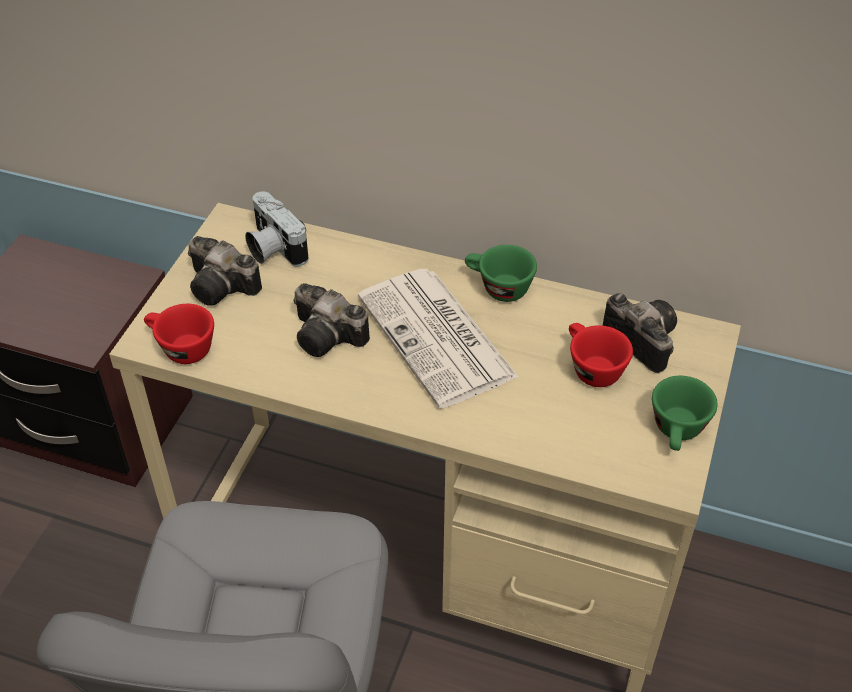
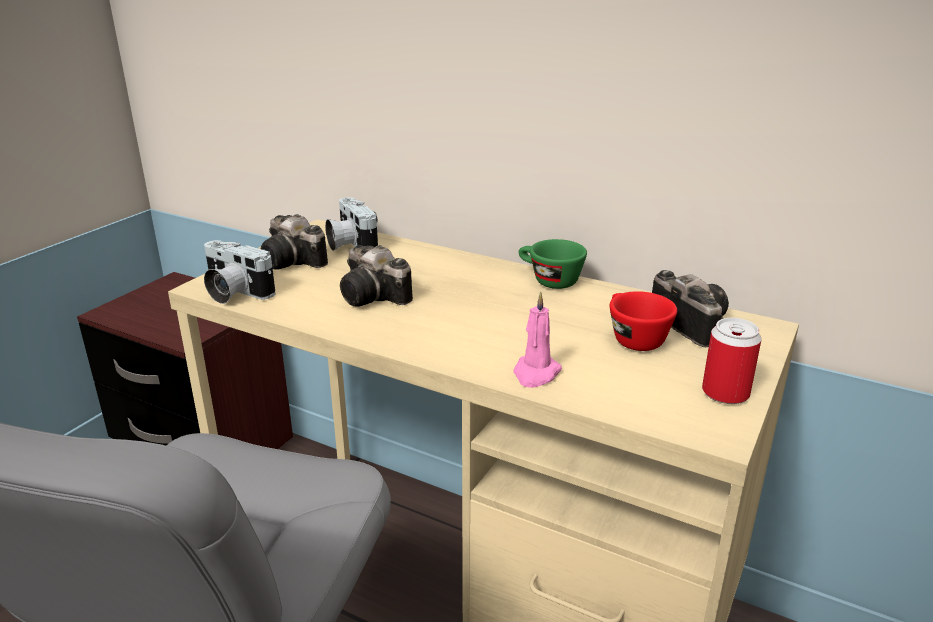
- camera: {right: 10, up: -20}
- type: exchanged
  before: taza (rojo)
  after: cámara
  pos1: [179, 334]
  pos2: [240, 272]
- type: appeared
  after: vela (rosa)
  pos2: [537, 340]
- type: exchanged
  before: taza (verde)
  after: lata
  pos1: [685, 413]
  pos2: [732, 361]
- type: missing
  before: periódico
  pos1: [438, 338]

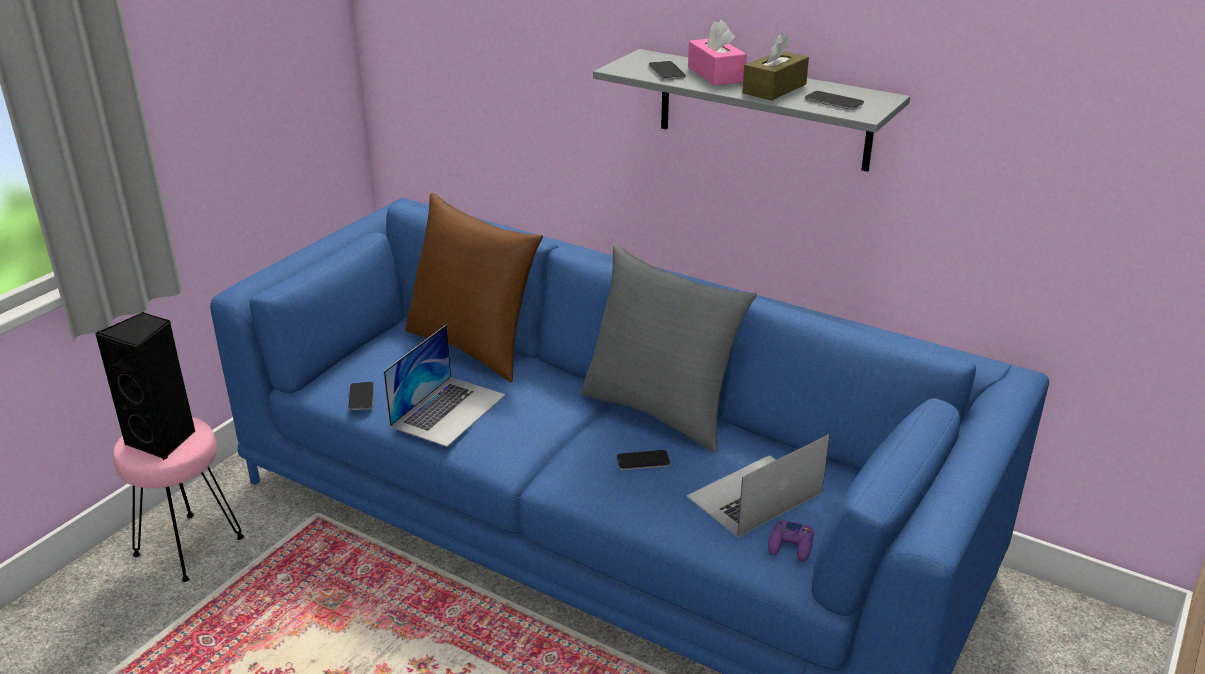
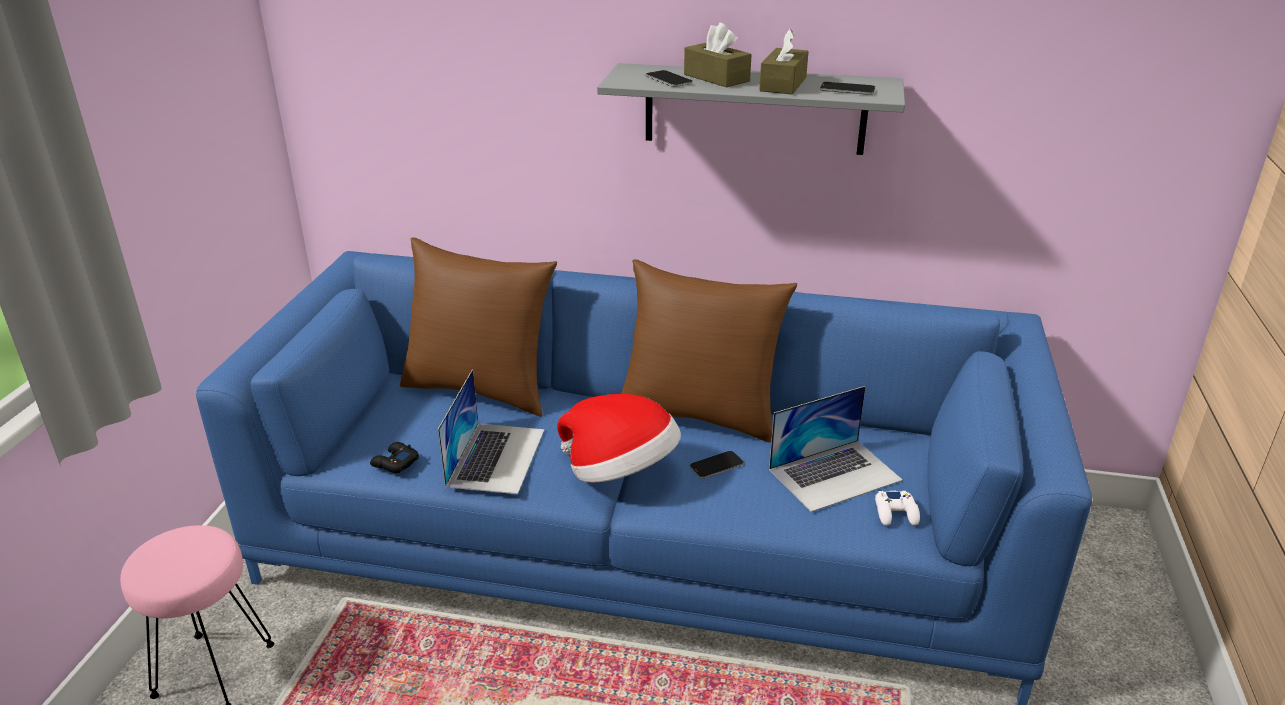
- camera: {right: -20, up: 0}
- type: exchanged
  before: móvil
  after: mando de consola (negro)
  pos1: [361, 396]
  pos2: [394, 457]
- type: appeared
  after: sombrero
  pos2: [619, 438]
- type: colour
  before: cojín (gris)
  after: cojín (marrón)
  pos1: [668, 349]
  pos2: [709, 351]
- type: colour
  before: caja de pañuelos (rosa)
  after: caja de pañuelos (marrón)
  pos1: [717, 53]
  pos2: [718, 54]
- type: spun
  before: portátil
  pos1: [758, 485]
  pos2: [836, 449]
  turn: -150
- type: colour
  before: mando de consola (morado)
  after: mando de consola (blanco)
  pos1: [791, 541]
  pos2: [897, 508]
- type: missing
  before: altavoz (negro)
  pos1: [145, 386]

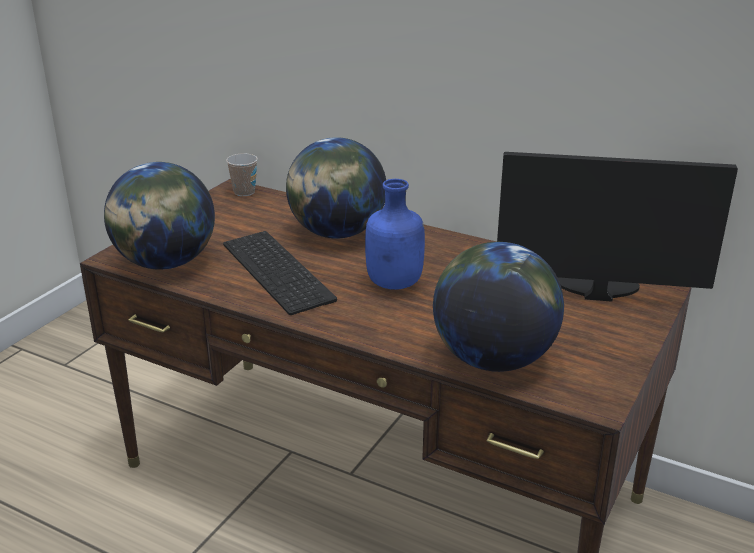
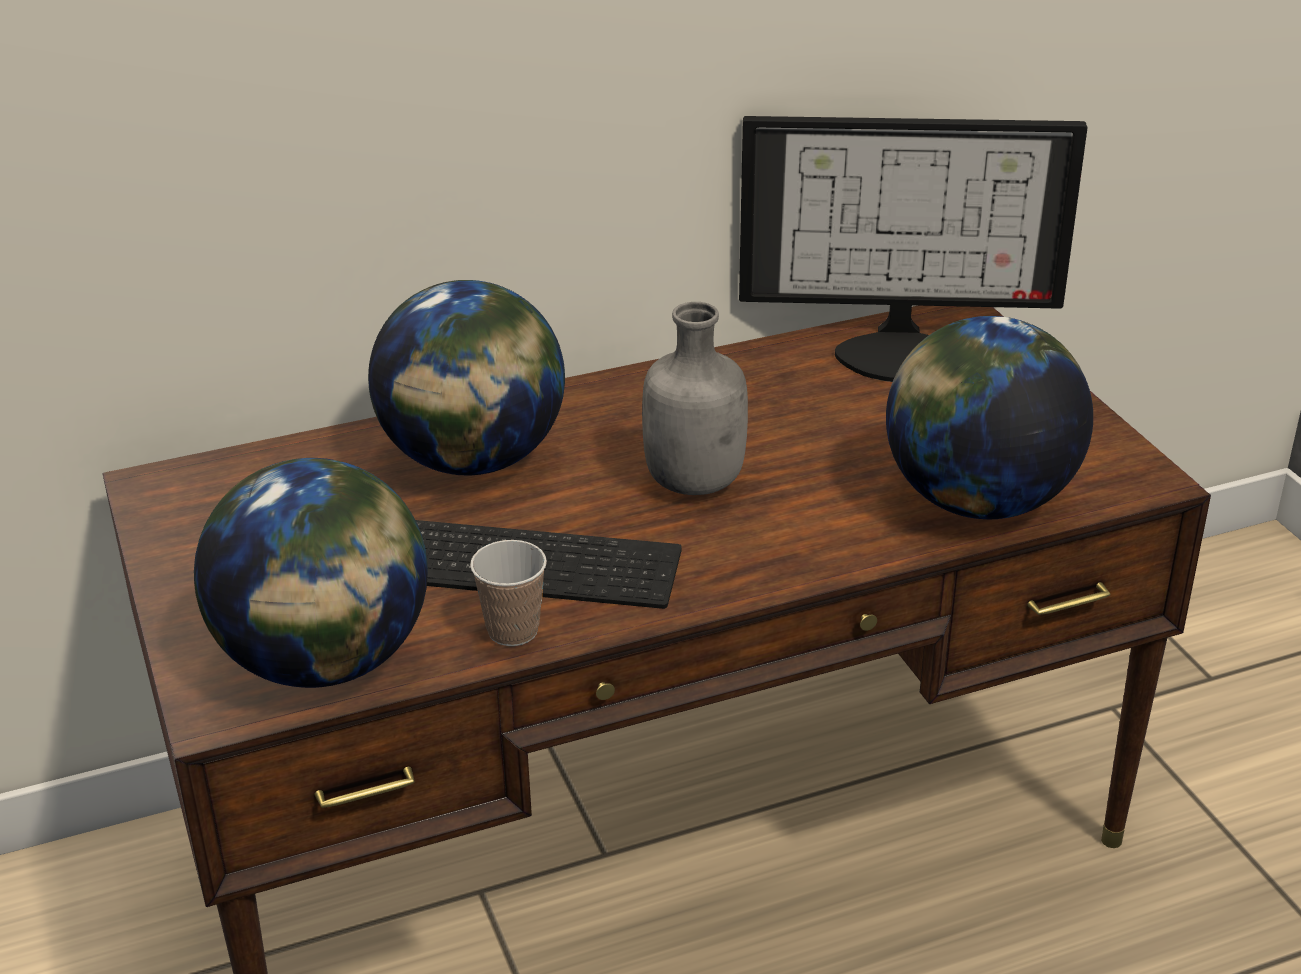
- camera: {right: -50, up: 5}
- type: relocated
  before: taza
  pos1: [242, 174]
  pos2: [508, 593]
- type: colour
  before: botella (azul)
  after: botella (gris)
  pos1: [395, 234]
  pos2: [695, 398]
- type: spun
  before: monitor
  pos1: [617, 227]
  pos2: [913, 249]
  turn: -135

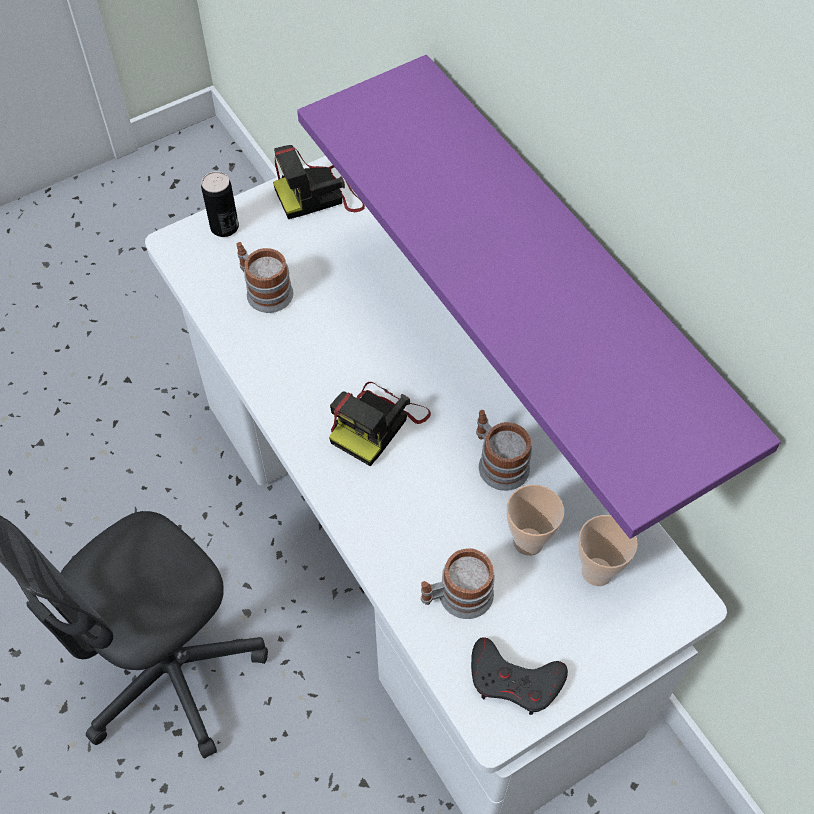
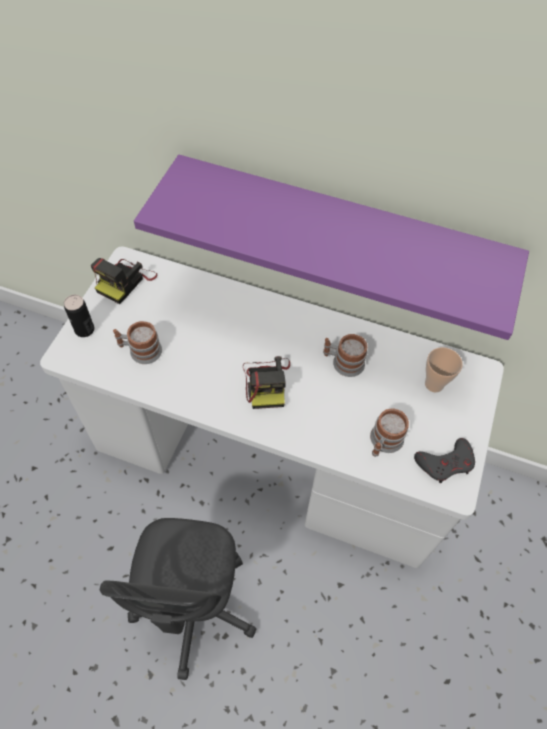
- camera: {right: -40, up: 0}
- type: missing
  before: taza
  pos1: [535, 520]

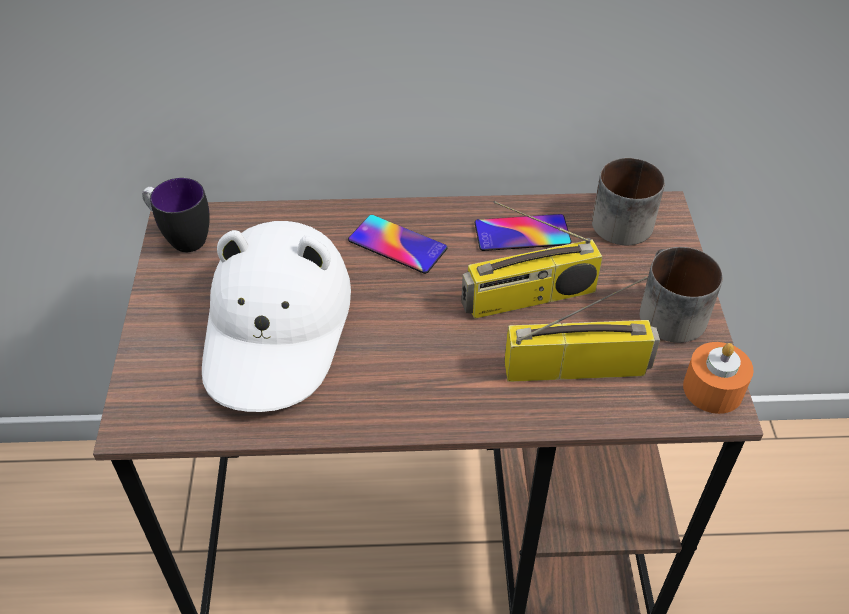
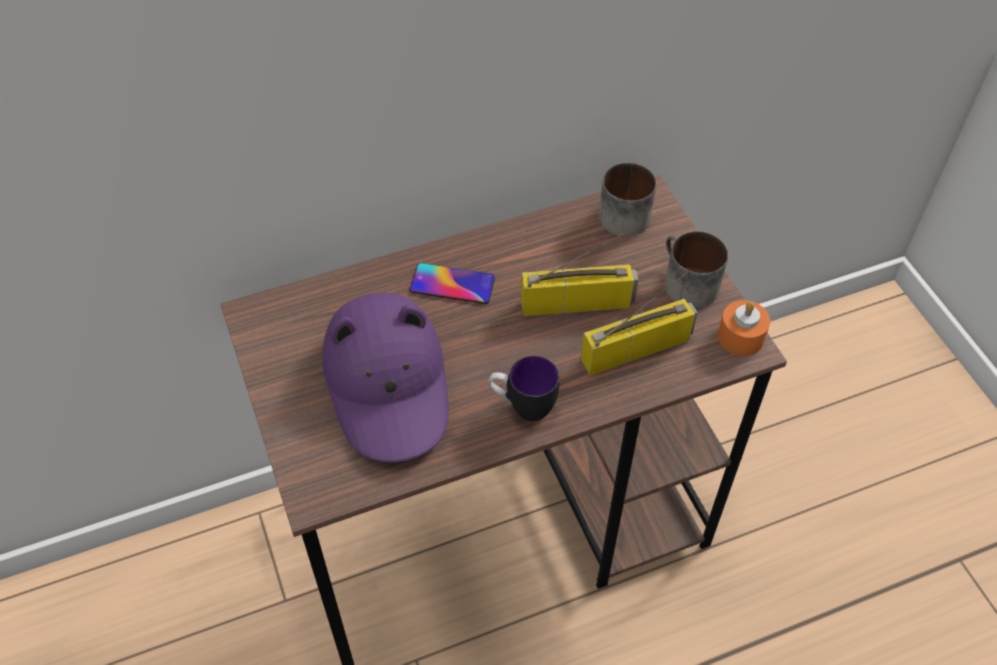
- camera: {right: -20, up: 5}
- type: colour
  before: sombrero (blanco)
  after: sombrero (morado)
  pos1: [276, 316]
  pos2: [385, 377]
- type: relocated
  before: taza grande
  pos1: [176, 215]
  pos2: [523, 389]
- type: spun
  before: radio
  pos1: [532, 260]
  pos2: [580, 274]
  turn: -150
- type: missing
  before: móvil
  pos1: [523, 232]

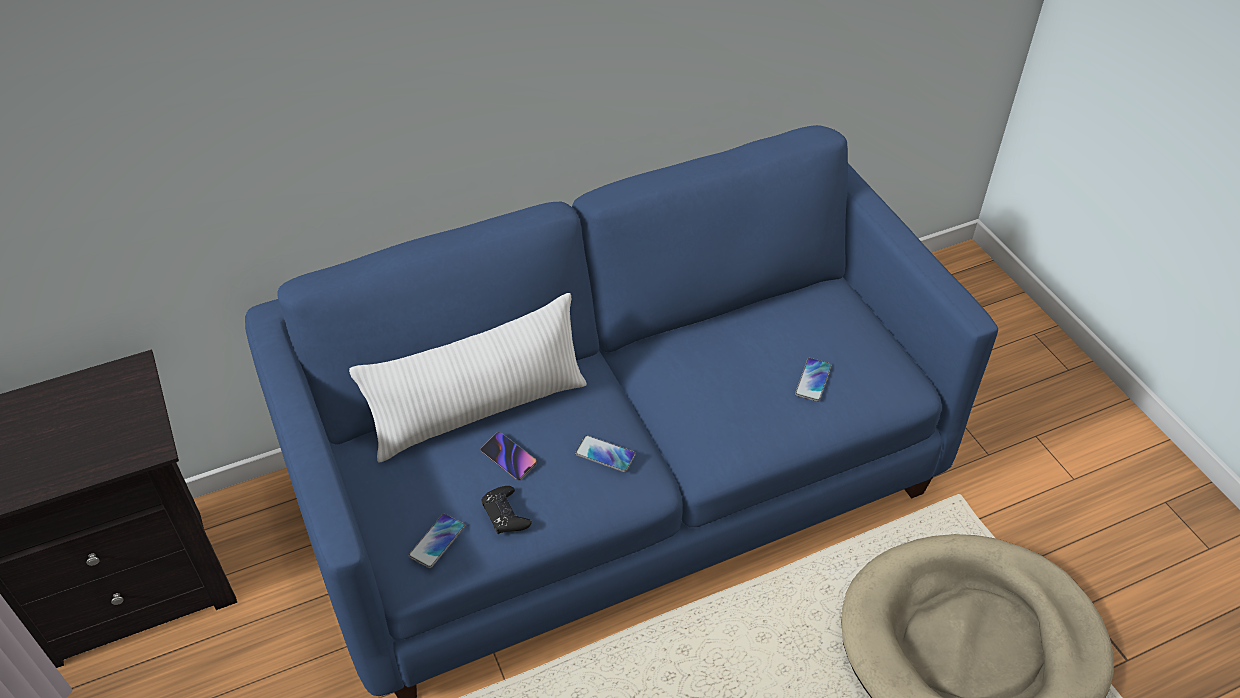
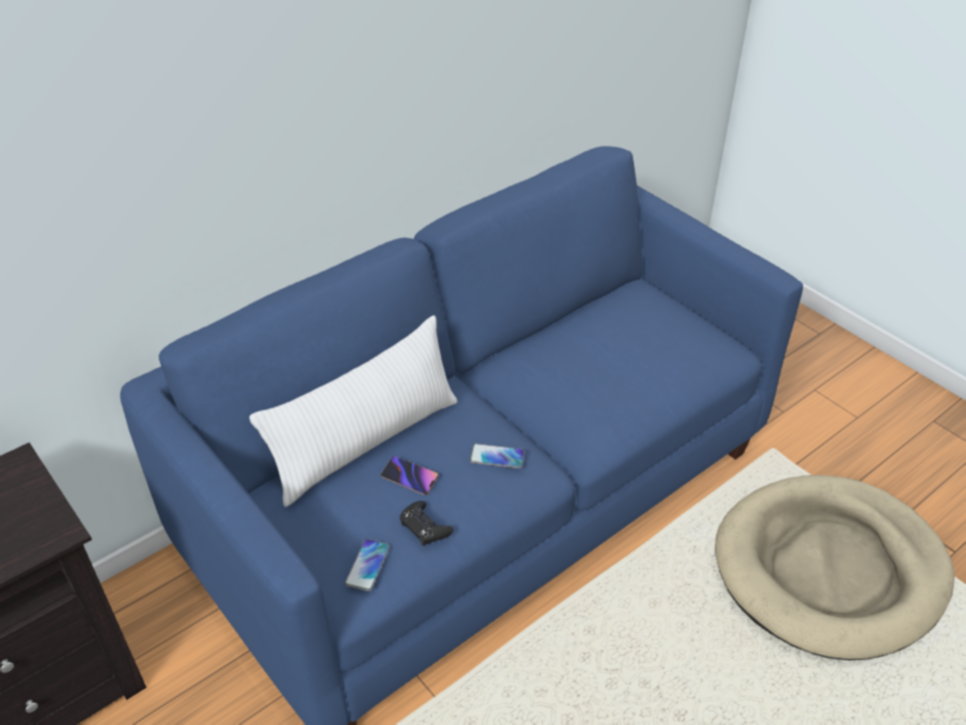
- camera: {right: -15, up: -5}
- type: missing
  before: móvil
  pos1: [813, 380]

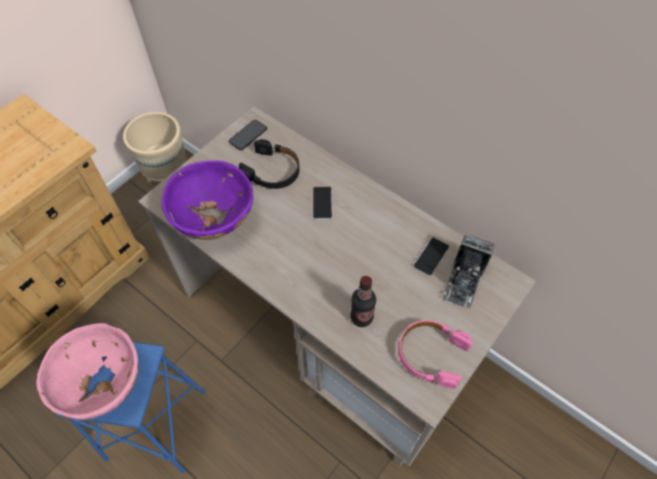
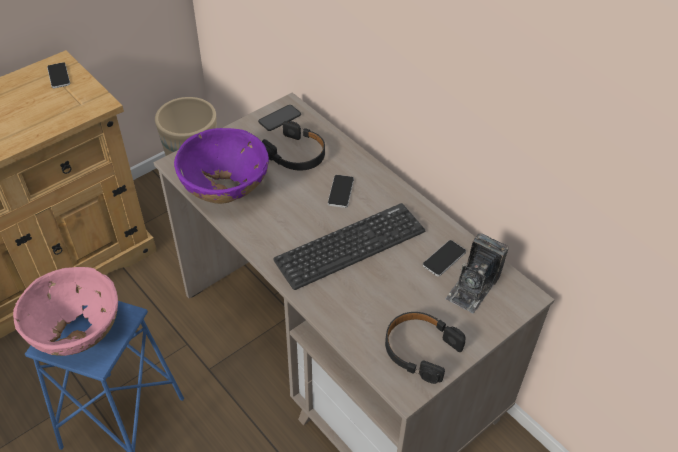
- camera: {right: 10, up: -10}
- type: appeared
  after: móvil
  pos2: [58, 75]
- type: appeared
  after: teclado
  pos2: [349, 246]
- type: colour
  before: auriculares (rosa)
  after: auriculares (negro)
  pos1: [435, 354]
  pos2: [425, 348]
- type: missing
  before: botella
  pos1: [363, 301]

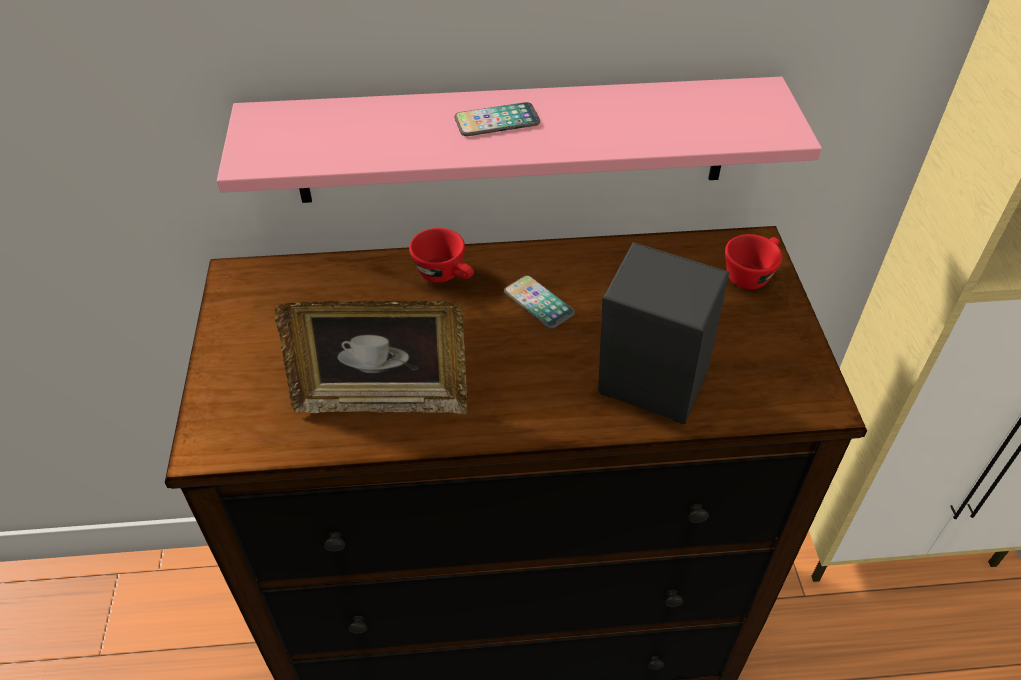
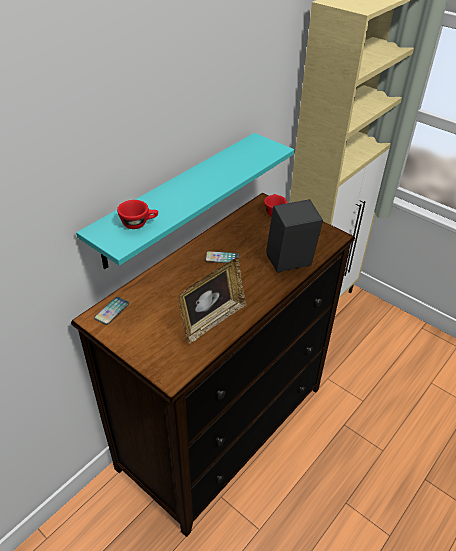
- camera: {right: -45, up: -5}
- type: colour
  before: estante (rosa)
  after: estante (turquesa)
  pos1: [519, 140]
  pos2: [185, 201]
- type: relocated
  before: móvil
  pos1: [497, 119]
  pos2: [112, 311]
- type: relocated
  before: taza (rojo)
  pos1: [441, 255]
  pos2: [137, 214]

